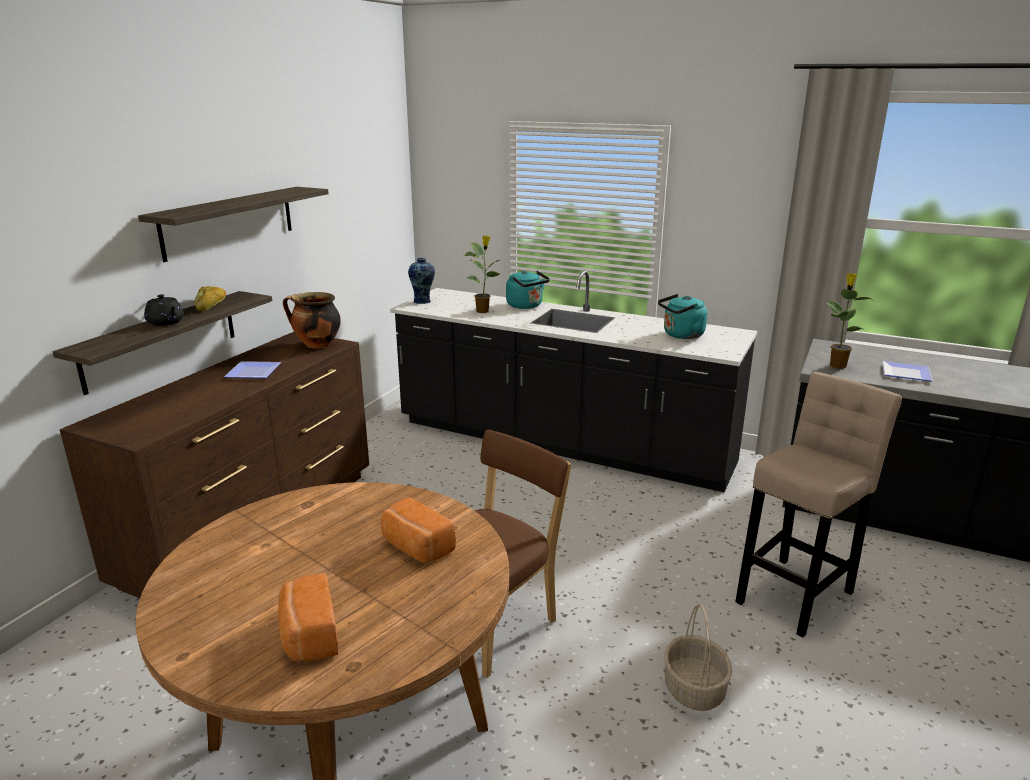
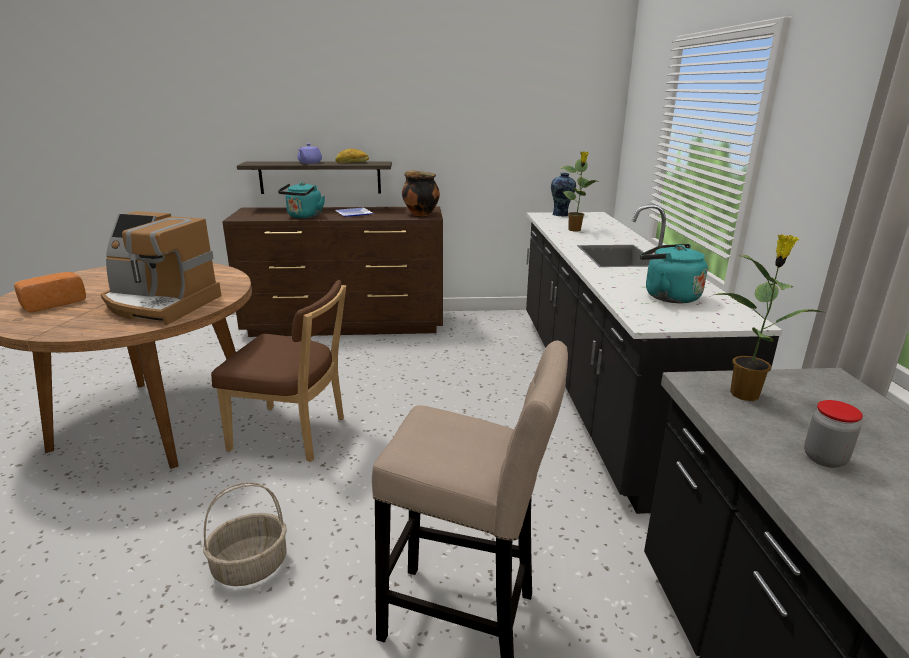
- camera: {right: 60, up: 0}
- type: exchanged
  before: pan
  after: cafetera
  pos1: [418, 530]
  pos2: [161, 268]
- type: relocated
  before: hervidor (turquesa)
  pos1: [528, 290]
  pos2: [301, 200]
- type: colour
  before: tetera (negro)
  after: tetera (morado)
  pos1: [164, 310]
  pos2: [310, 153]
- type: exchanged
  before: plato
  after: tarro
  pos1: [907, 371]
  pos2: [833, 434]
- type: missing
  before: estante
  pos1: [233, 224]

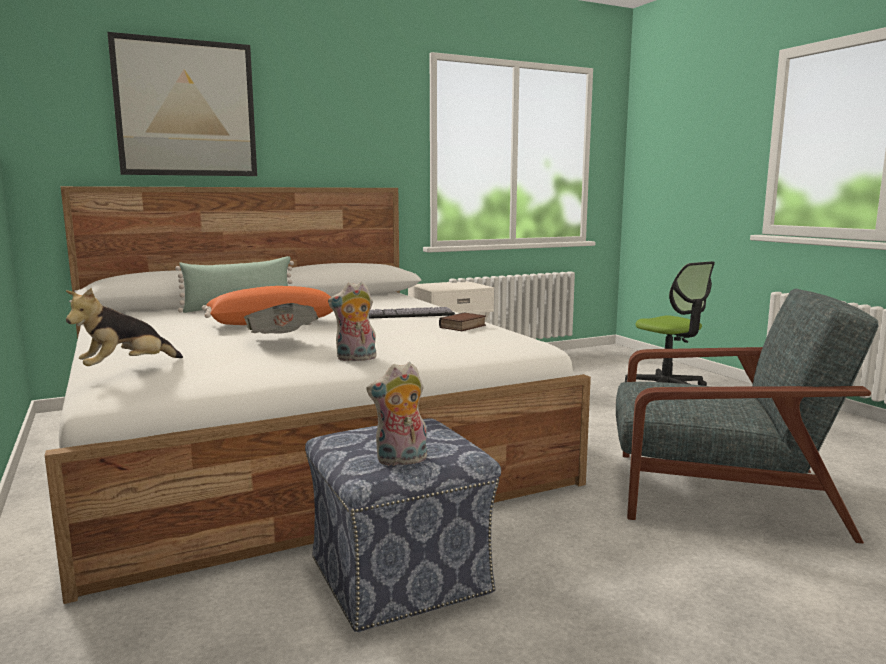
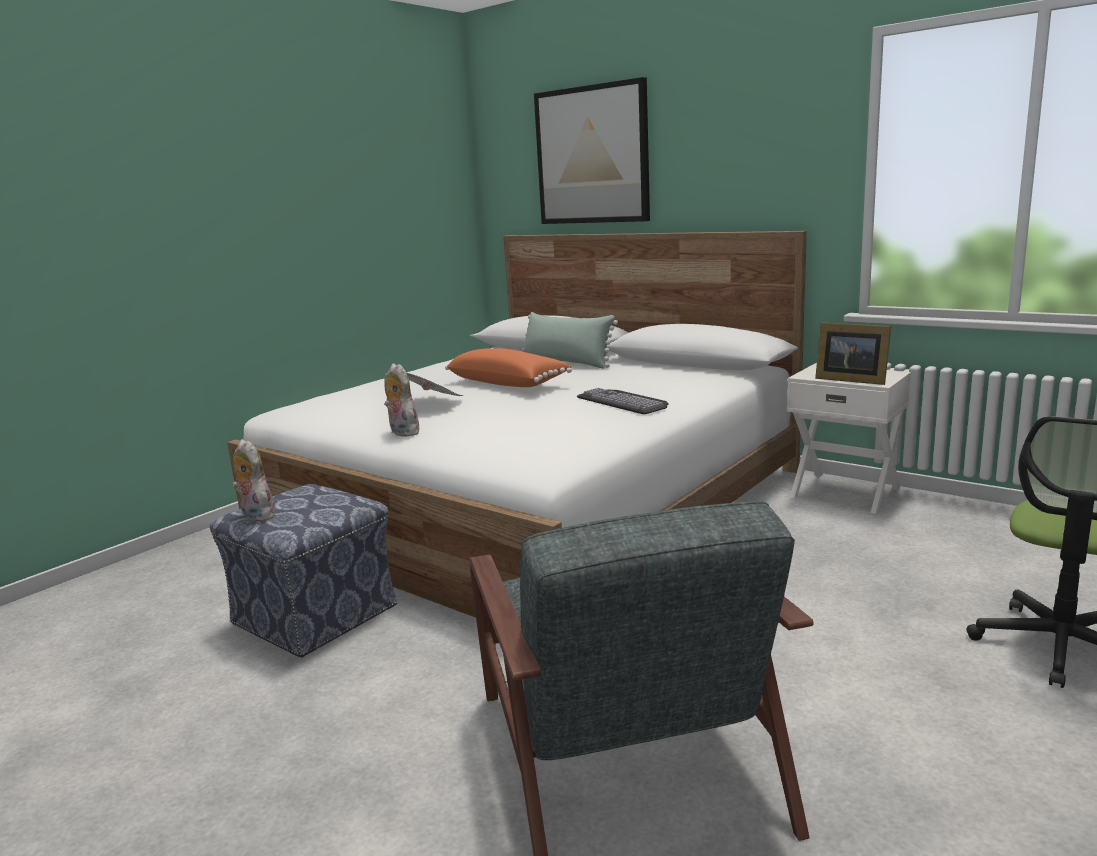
- camera: {right: 65, up: 5}
- type: appeared
  after: portarretratos
  pos2: [853, 353]
- type: missing
  before: peluche
  pos1: [124, 327]
- type: missing
  before: libro
  pos1: [462, 322]

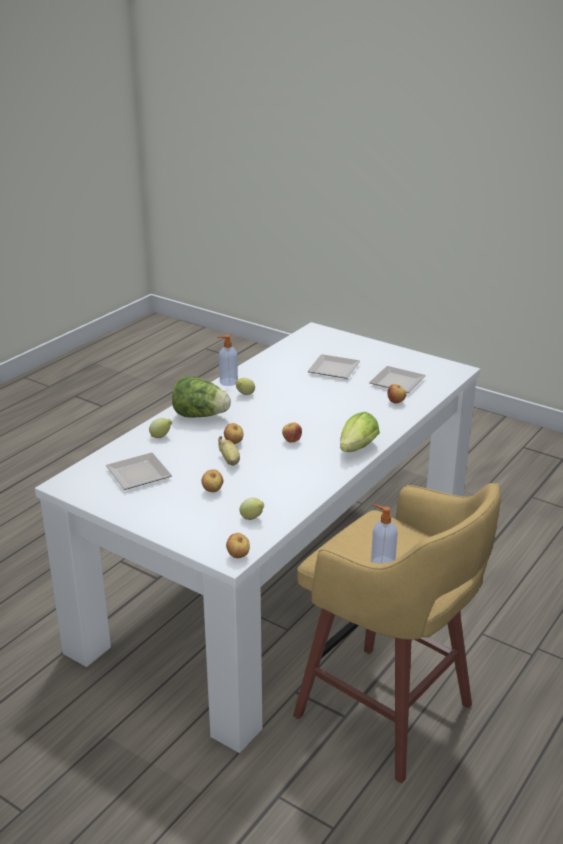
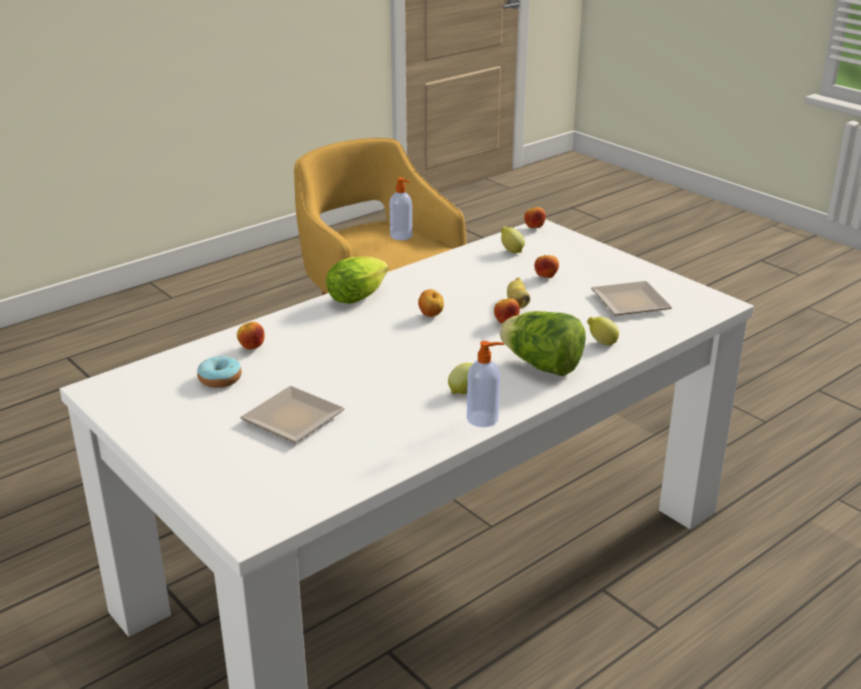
- camera: {right: -165, up: 0}
- type: exchanged
  before: plato
  after: rosquilla
  pos1: [397, 379]
  pos2: [219, 372]

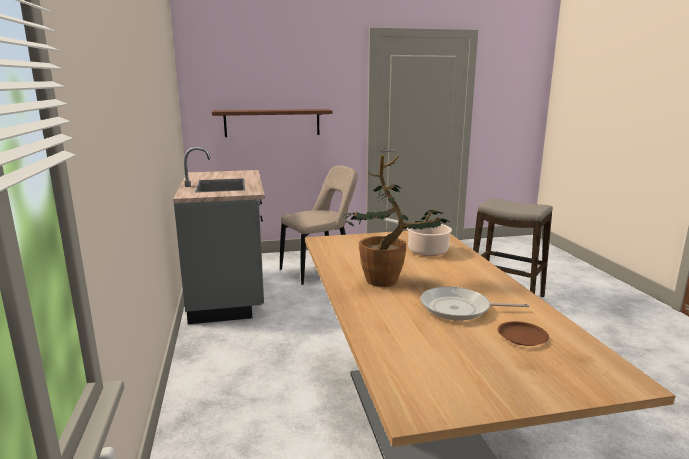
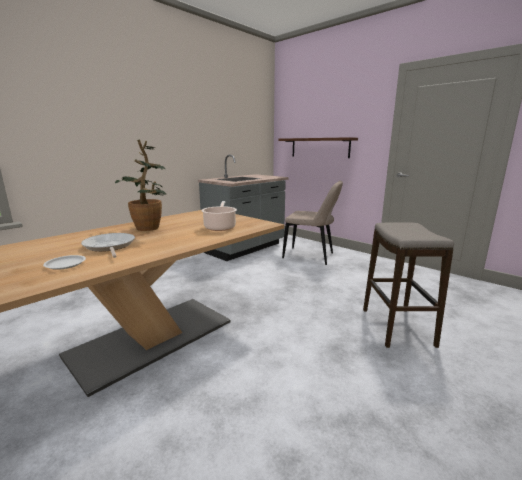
- camera: {right: 55, up: 0}
- type: colour
  before: plato (marrón)
  after: plato (blanco)
  pos1: [523, 333]
  pos2: [64, 262]

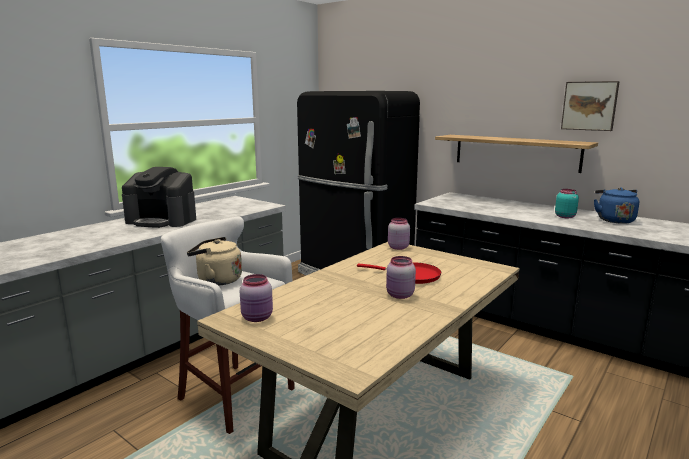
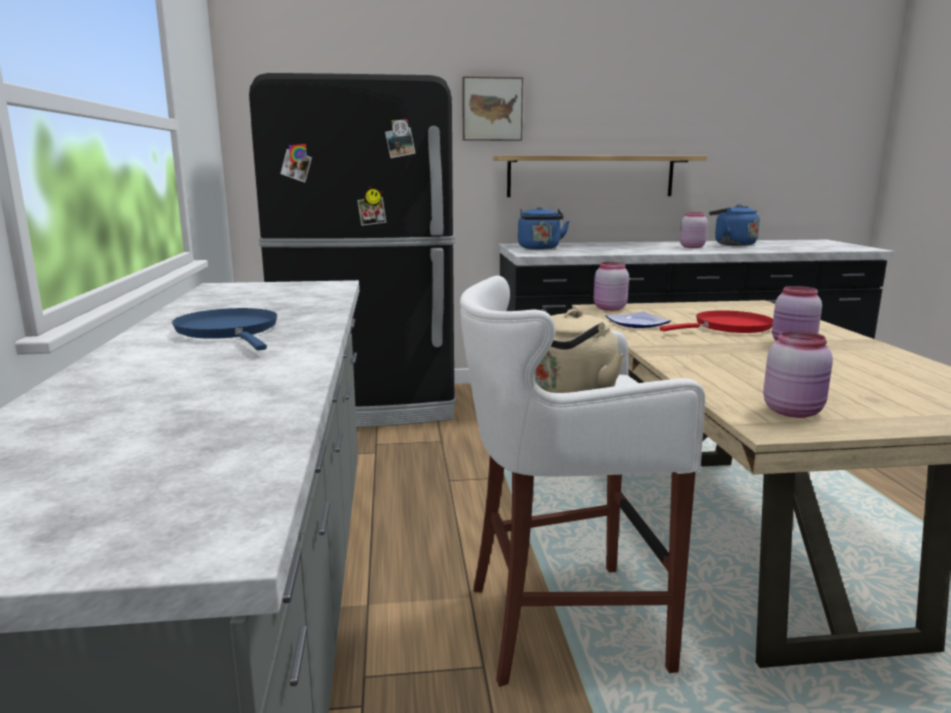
- camera: {right: -45, up: 0}
- type: exchanged
  before: cafetera
  after: sartén (azul)
  pos1: [159, 197]
  pos2: [224, 329]
- type: relocated
  before: cuadro
  pos1: [590, 106]
  pos2: [492, 108]
- type: appeared
  after: hervidor (azul)
  pos2: [544, 227]
- type: appeared
  after: plato
  pos2: [638, 319]
- type: colour
  before: tarro (turquesa)
  after: tarro (rosa)
  pos1: [567, 203]
  pos2: [694, 230]

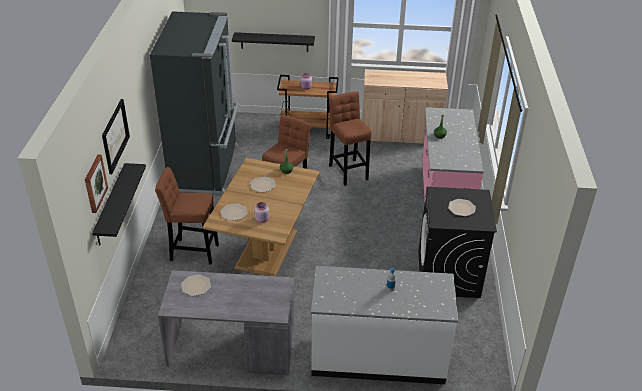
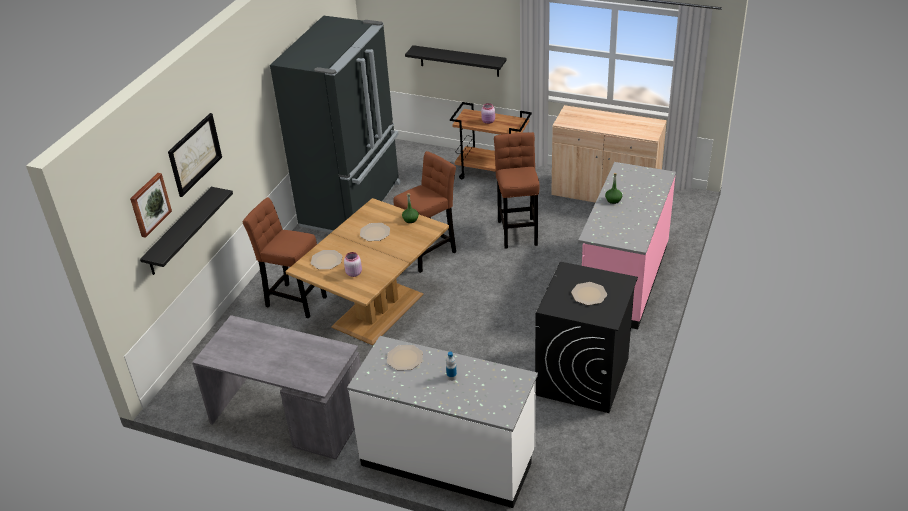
- camera: {right: 20, up: 0}
- type: relocated
  before: plato
  pos1: [196, 285]
  pos2: [405, 357]

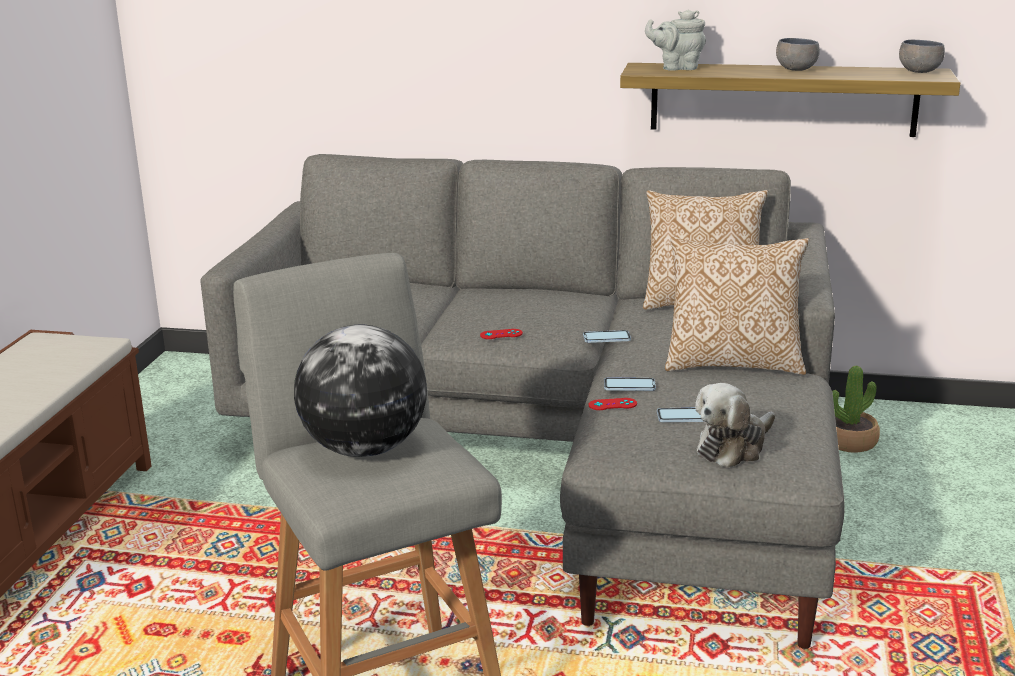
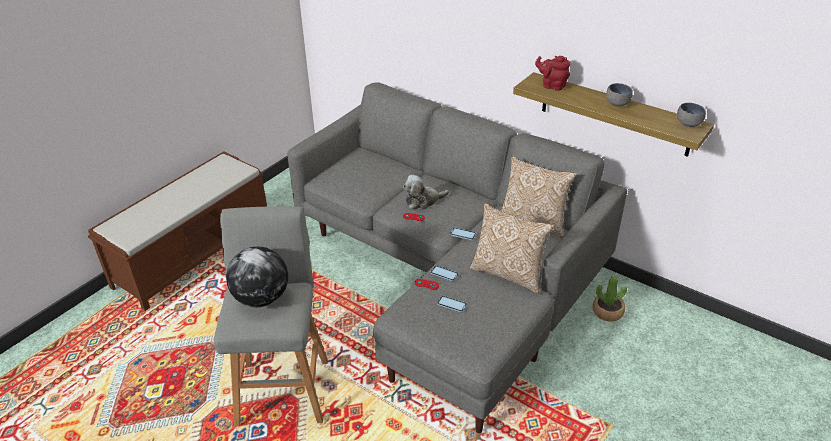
- camera: {right: 25, up: 15}
- type: relocated
  before: peluche
  pos1: [735, 425]
  pos2: [426, 192]
- type: colour
  before: tetera (gris)
  after: tetera (rojo)
  pos1: [675, 40]
  pos2: [552, 73]

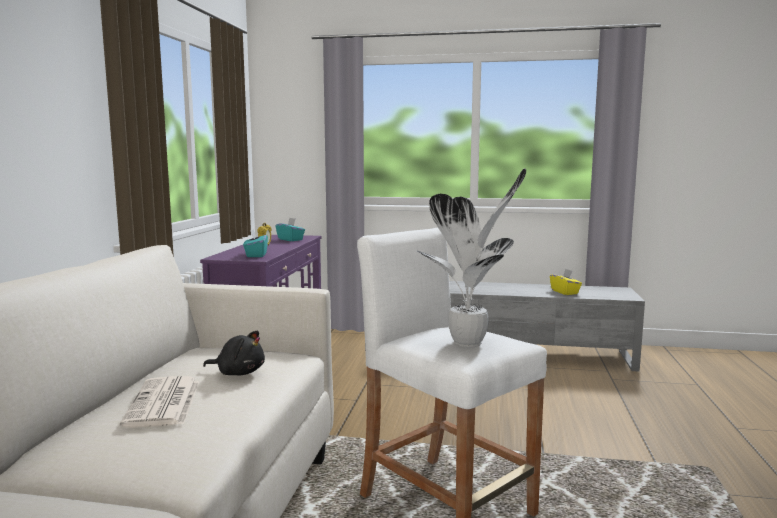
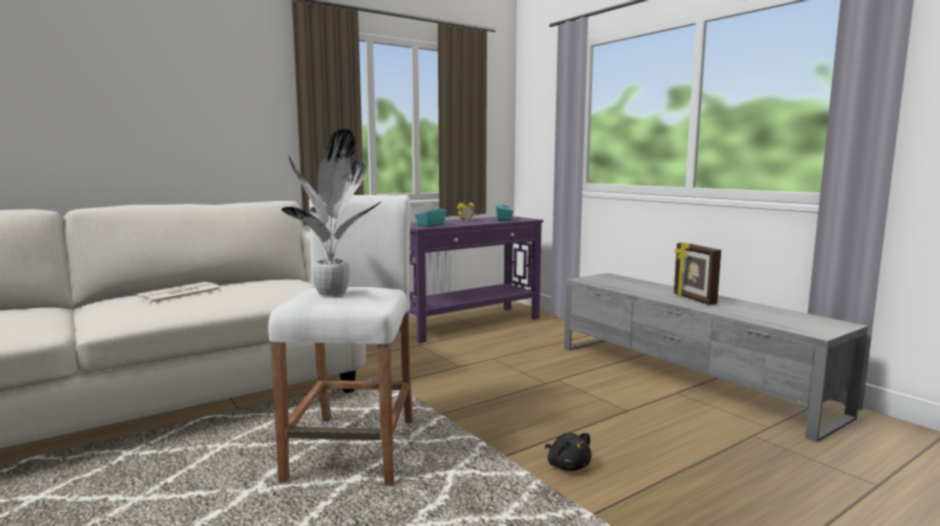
- camera: {right: 45, up: 0}
- type: relocated
  before: peluche (negro)
  pos1: [234, 352]
  pos2: [568, 452]
- type: appeared
  after: portarretratos
  pos2: [697, 274]
- type: missing
  before: caja de pañuelos (amarillo)
  pos1: [566, 282]

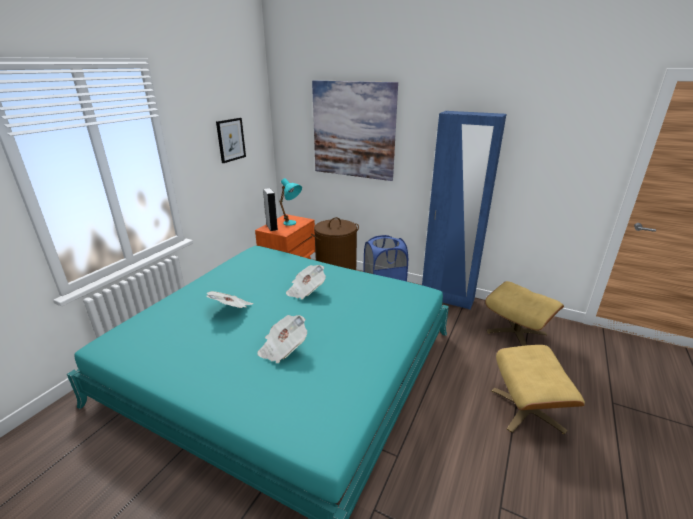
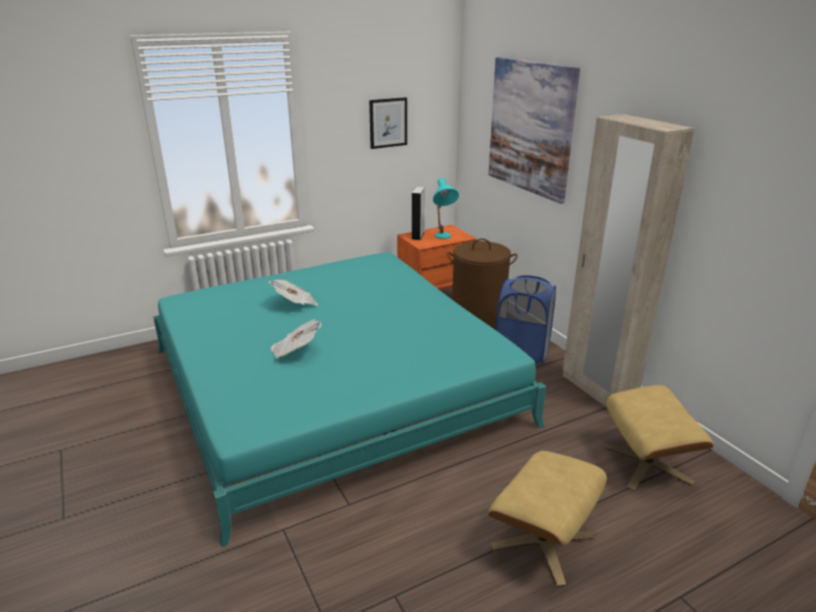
- camera: {right: 35, up: 0}
- type: colour
  before: armario ropero (azul)
  after: armario ropero (beis)
  pos1: [464, 210]
  pos2: [629, 260]
- type: missing
  before: periódico
  pos1: [306, 282]

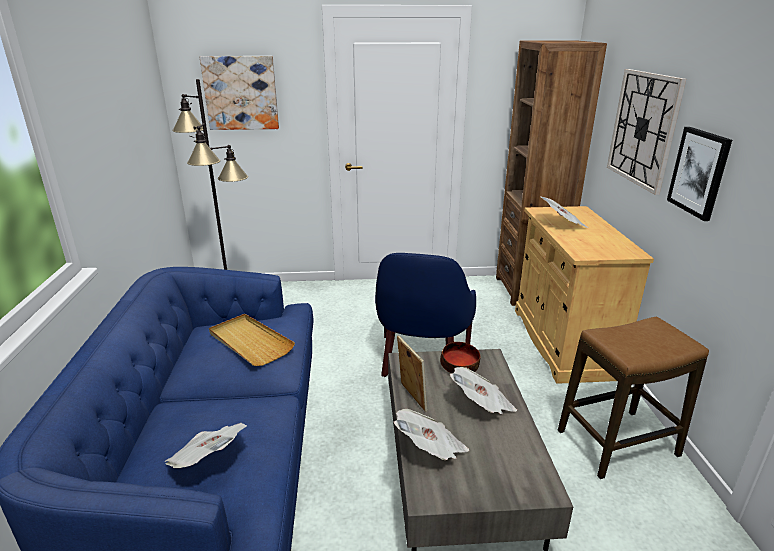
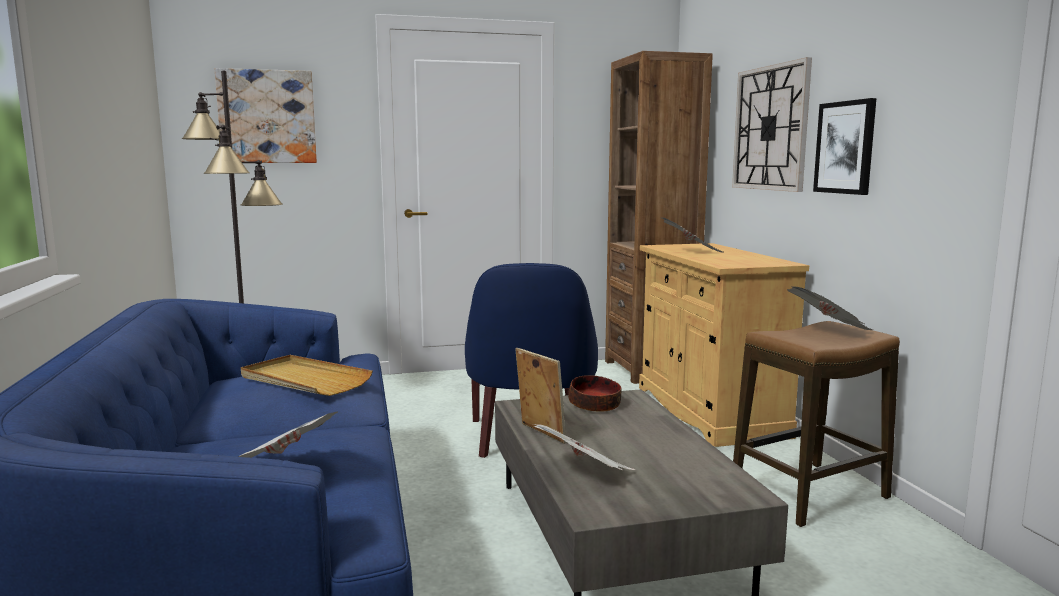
- camera: {right: -10, up: -15}
- type: relocated
  before: periódico
  pos1: [483, 390]
  pos2: [829, 308]

